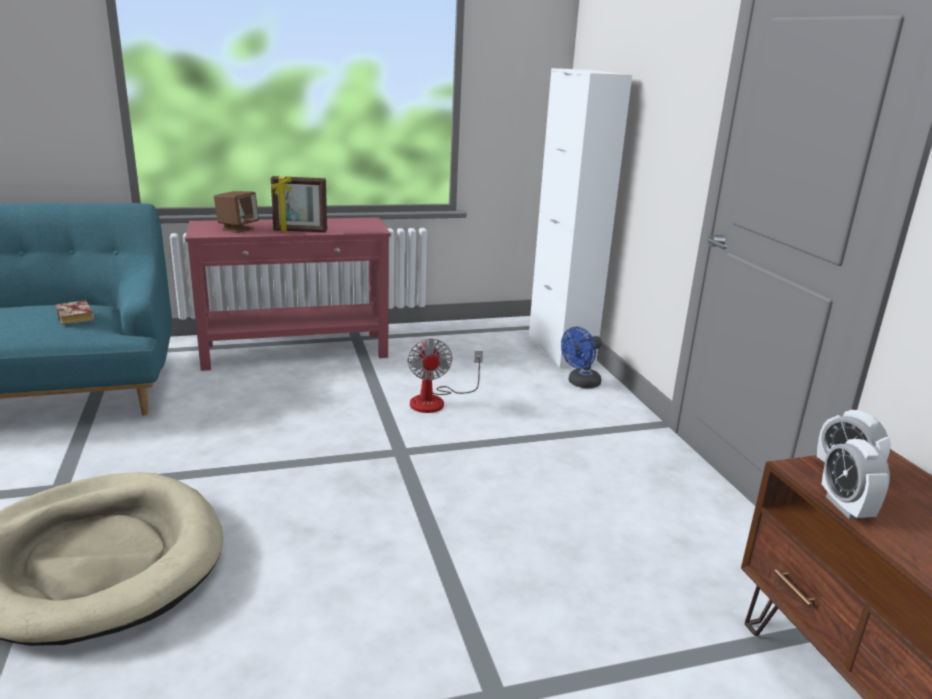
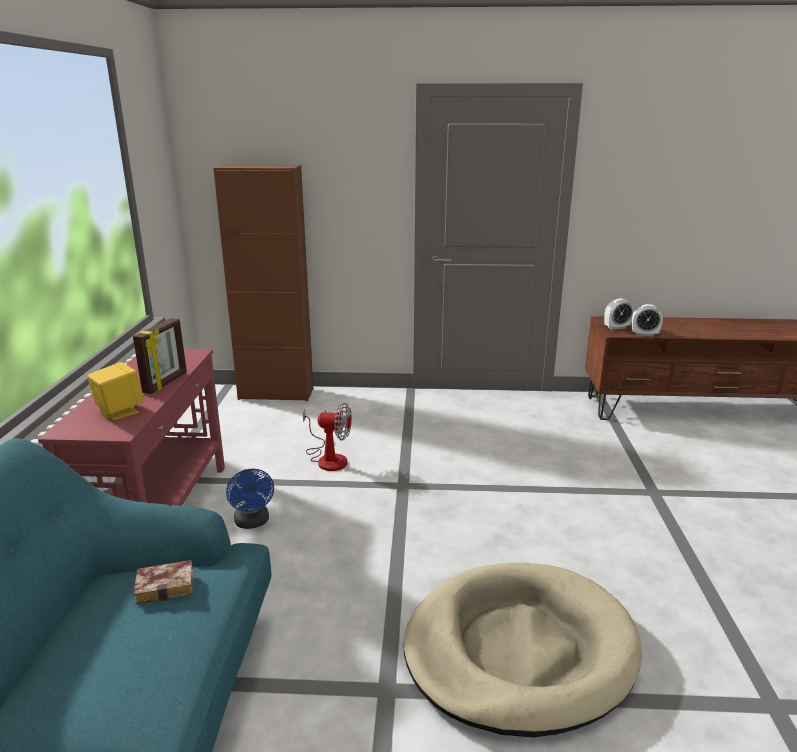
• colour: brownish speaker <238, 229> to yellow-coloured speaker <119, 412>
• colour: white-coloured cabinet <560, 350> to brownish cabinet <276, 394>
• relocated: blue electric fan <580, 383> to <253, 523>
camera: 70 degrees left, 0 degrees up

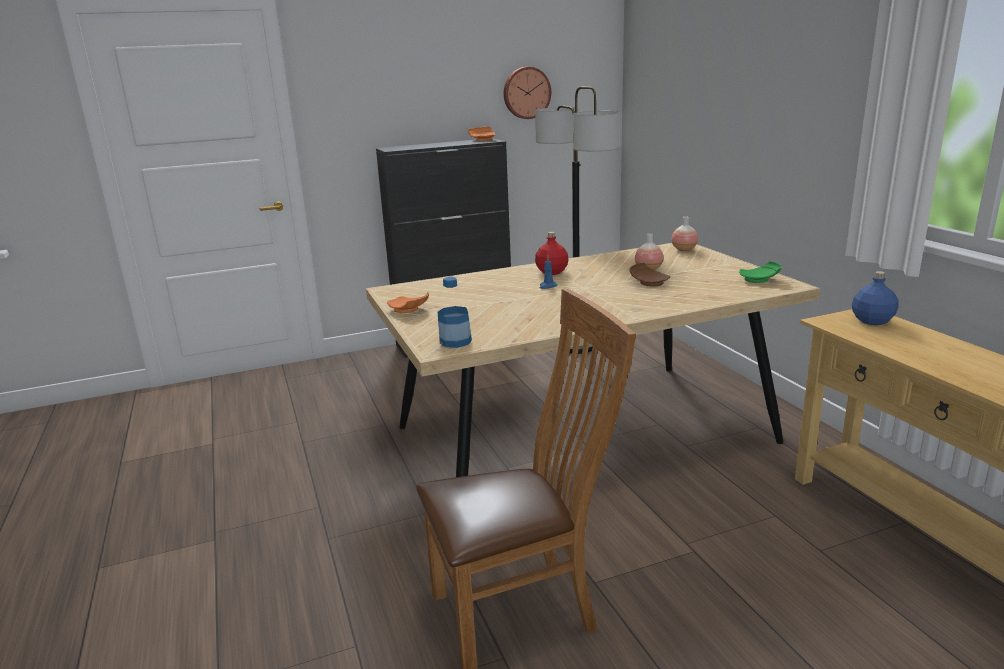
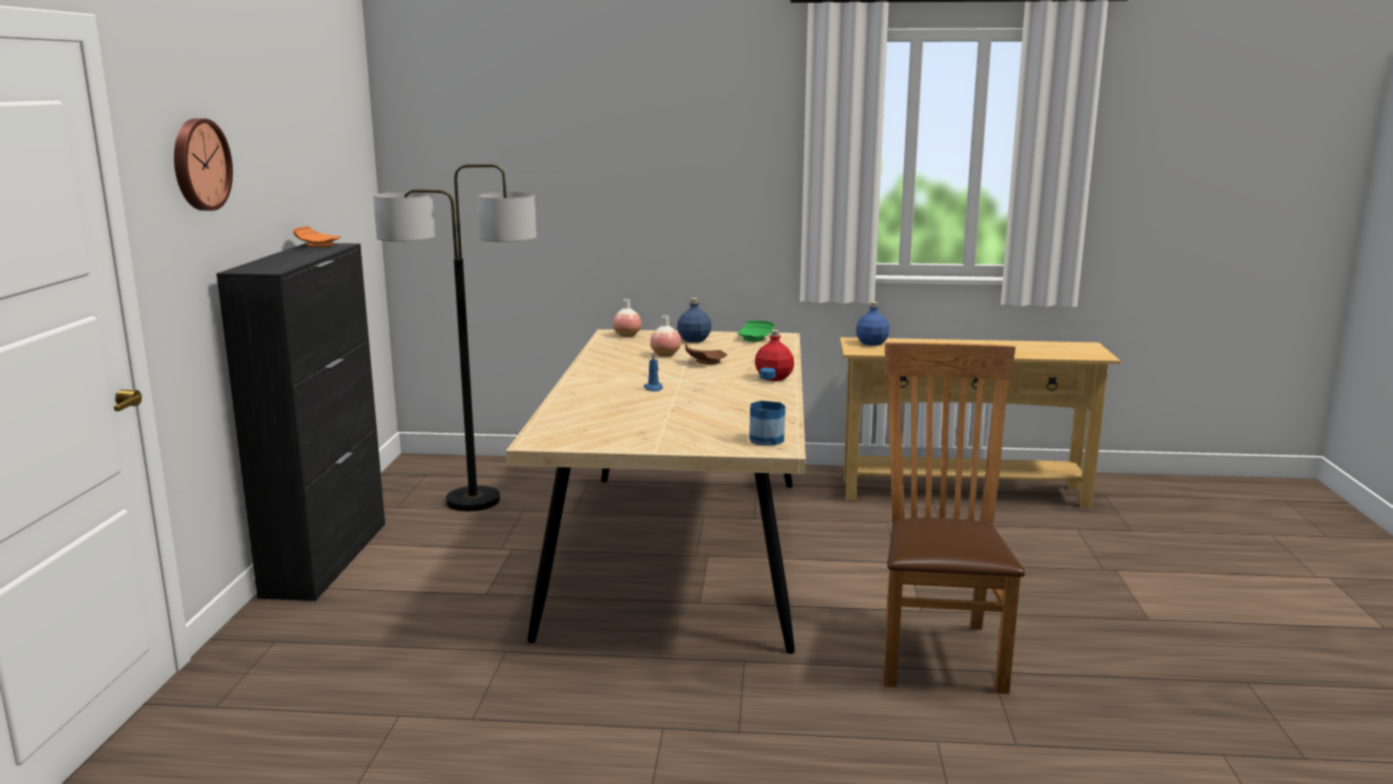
• missing: orangey plate <408, 310>
• relocated: wall clock <526, 93> to <199, 164>
• relocated: reddish drink bottle <552, 272> to <774, 378>
• appeared: blue drink bottle <693, 340>
camera: 65 degrees left, 5 degrees down

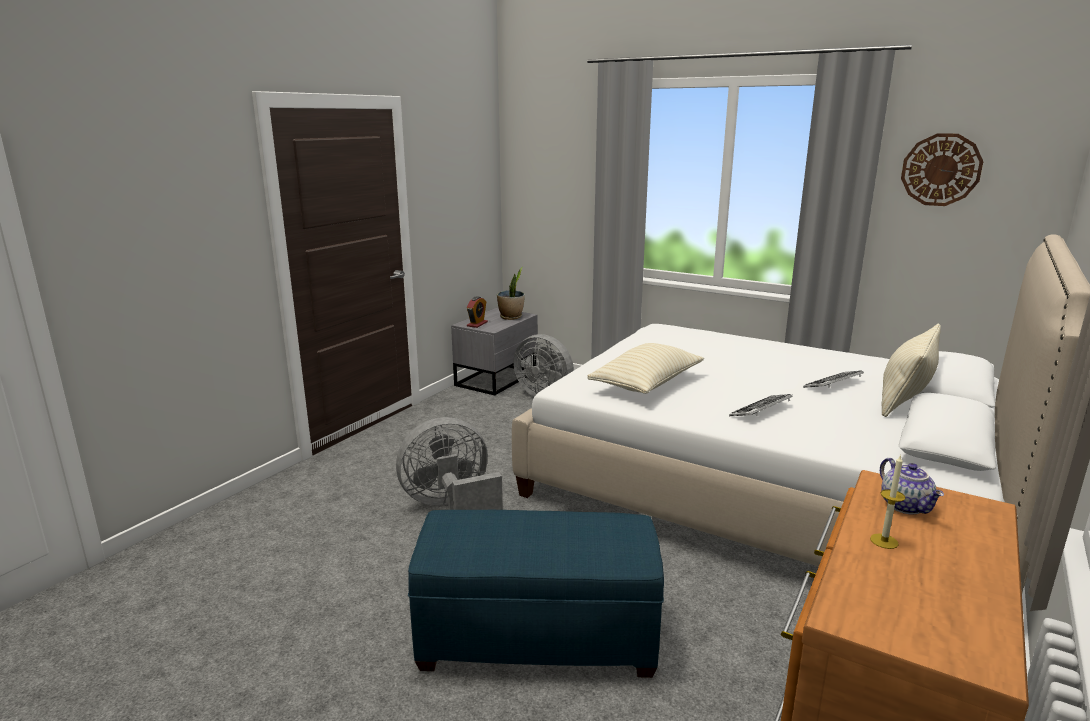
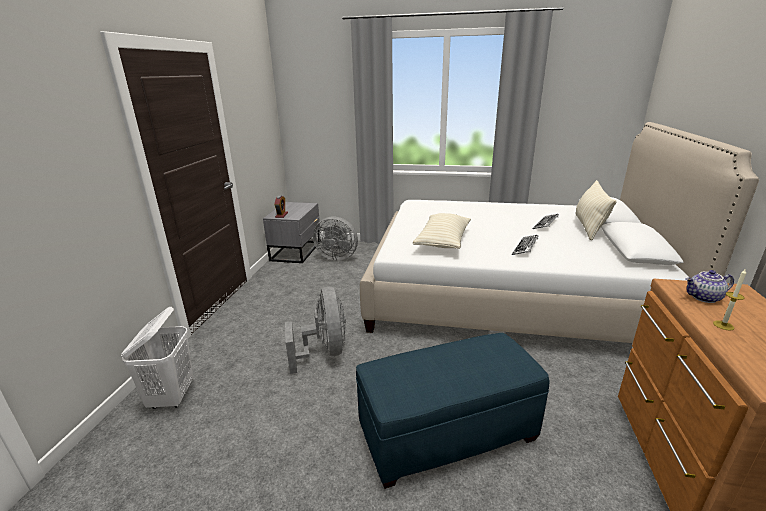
• spun: grey electric fan <451, 507> = <324, 352> 120 degrees clockwise
• missing: potted plant <511, 317>
• spun: tea pot <906, 506> = <704, 298> 120 degrees clockwise
• missing: wall clock <941, 170>
• appeared: white-coloured washing basket <172, 396>
camera: 20 degrees left, 5 degrees up

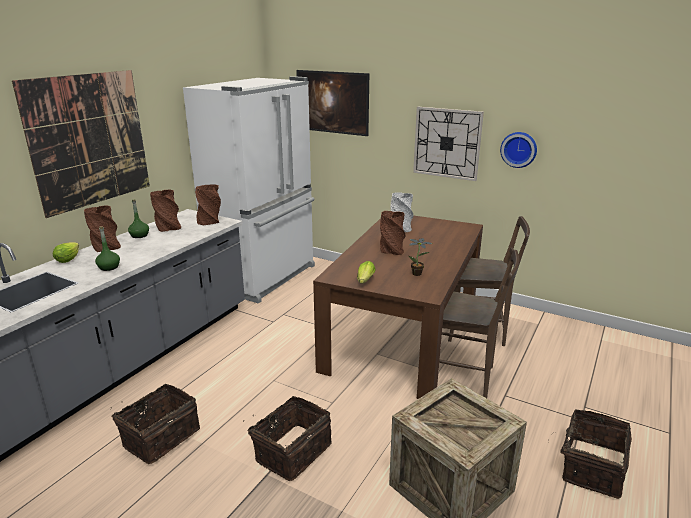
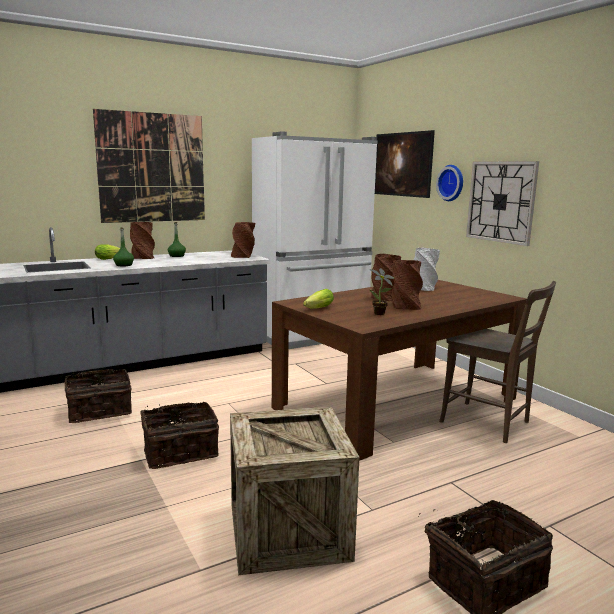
• relocated: brownish flower vase <168, 227> to <405, 306>
• missing: brownish upright chair <463, 377>
• relocated: wall clock <519, 149> to <452, 183>
camera: 30 degrees right, 10 degrees down

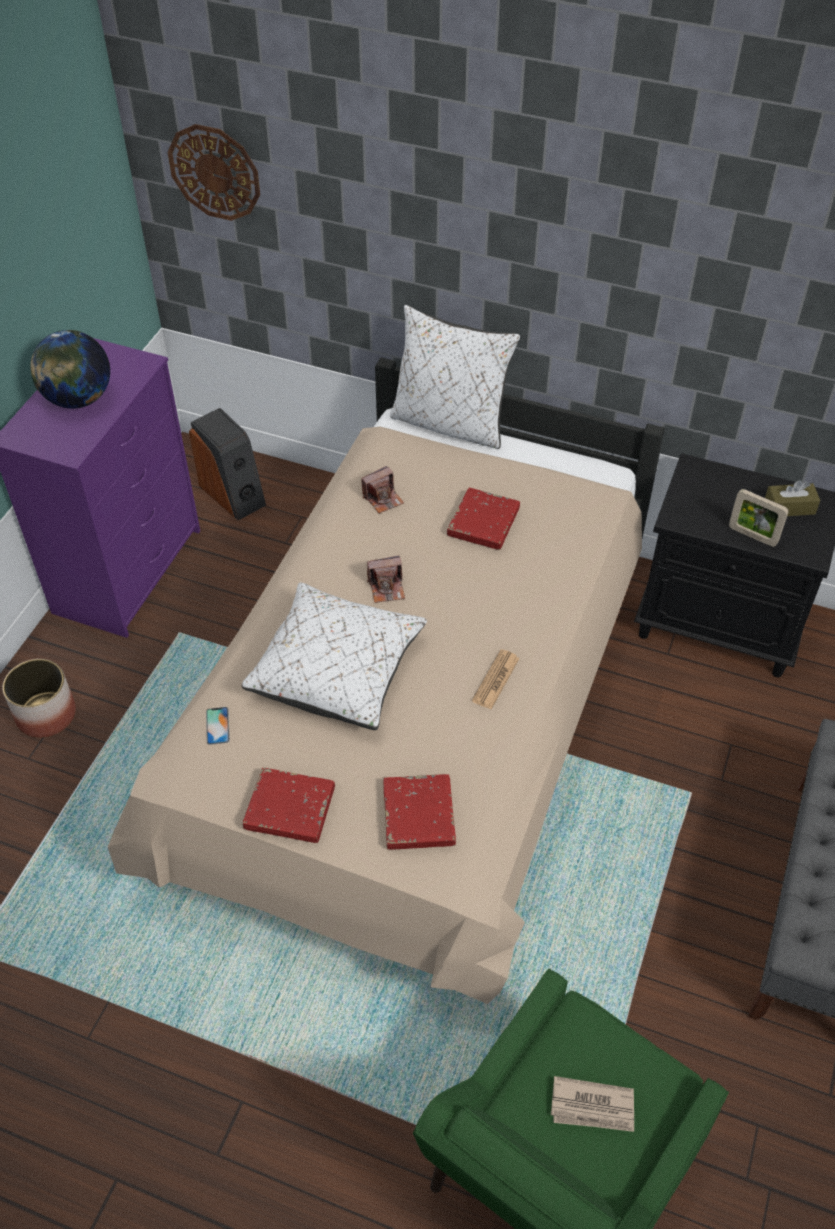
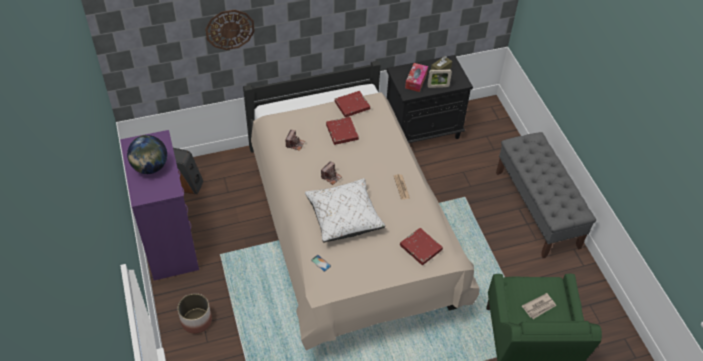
• relocated: wall clock <215, 172> to <230, 29>
• relocated: reddish bound book <290, 808> to <352, 106>
• missing: white-coloured throw pillow <450, 423>
• appeared: tissue box <416, 80>
camera: 40 degrees left, 0 degrees up

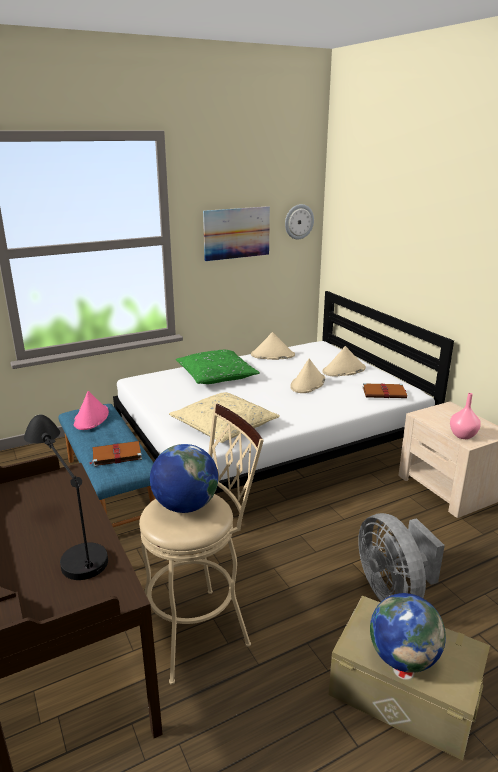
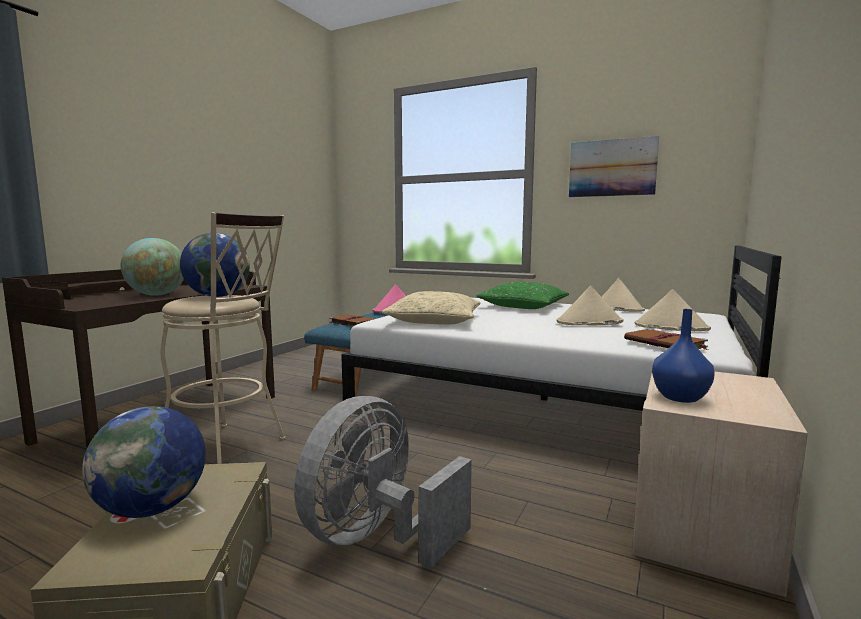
• exchanged: black table lamp <71, 541> to world globe <156, 295>
• missing: wall clock <298, 221>
• colour: pink flower vase <462, 435> to blue flower vase <679, 397>
camera: 55 degrees right, 15 degrees down

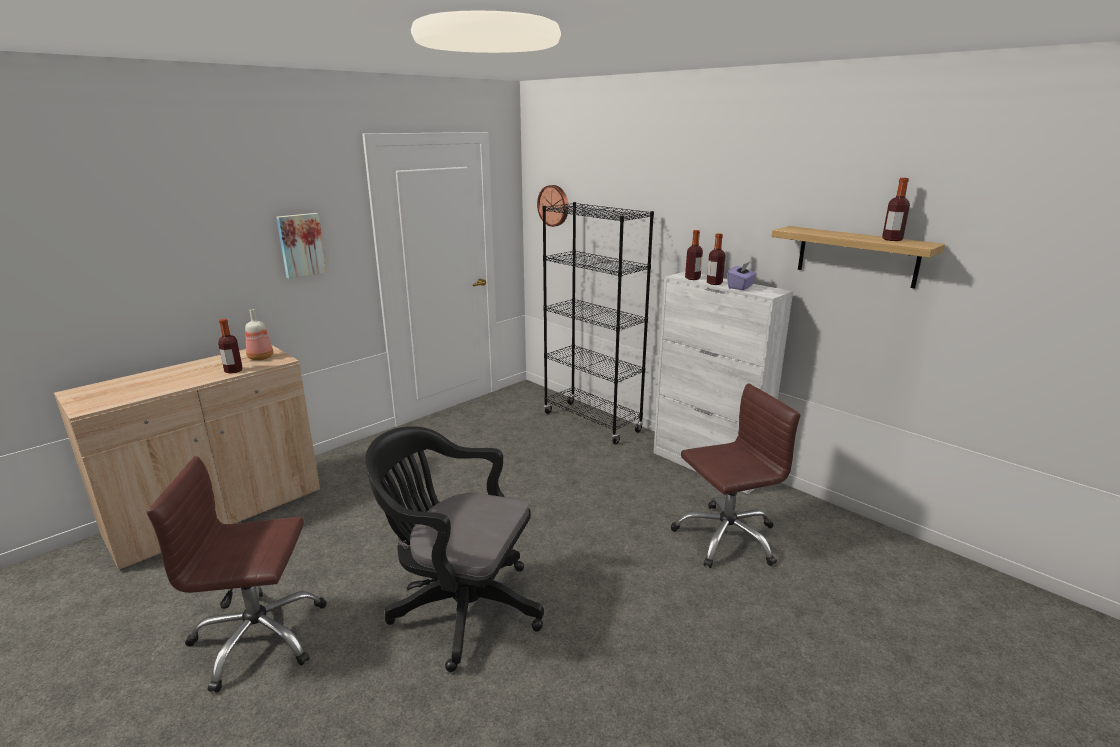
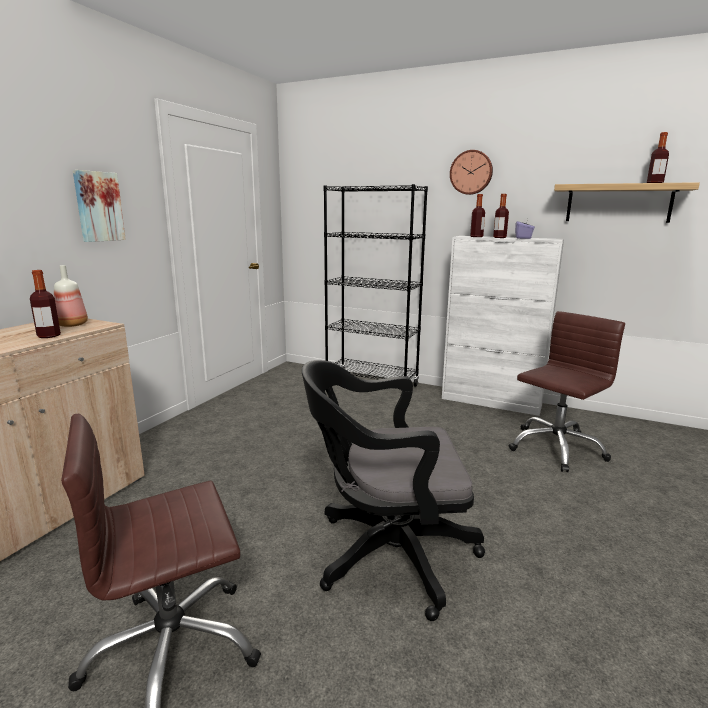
• relocated: wall clock <554, 205> to <471, 172>
camera: 20 degrees left, 5 degrees down

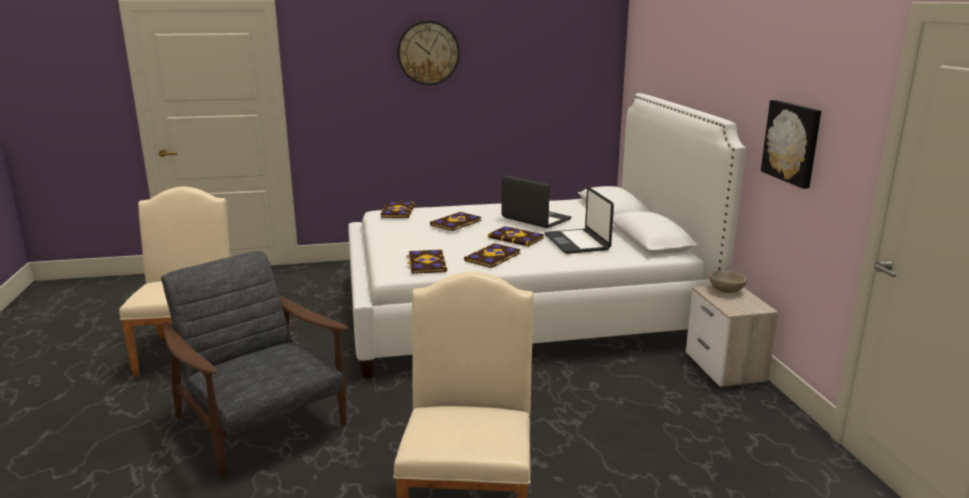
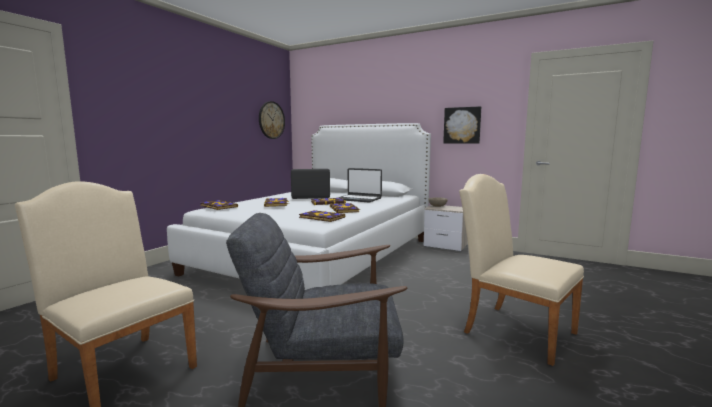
• relocated: wall clock <428, 53> to <271, 120>
camera: 50 degrees left, 10 degrees down

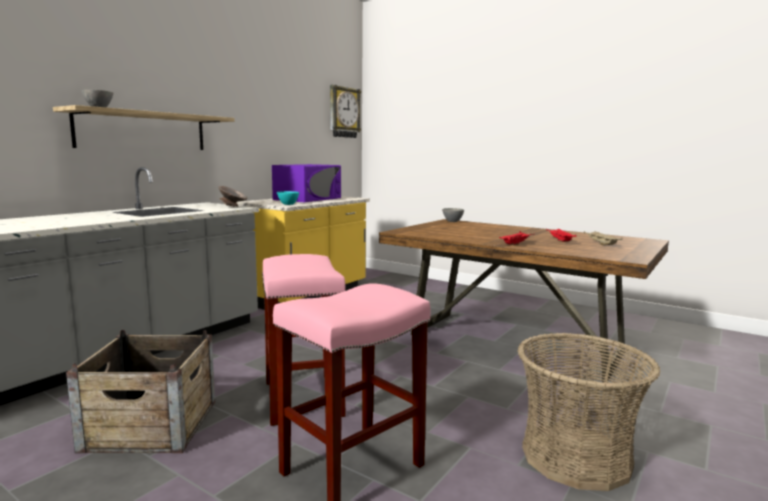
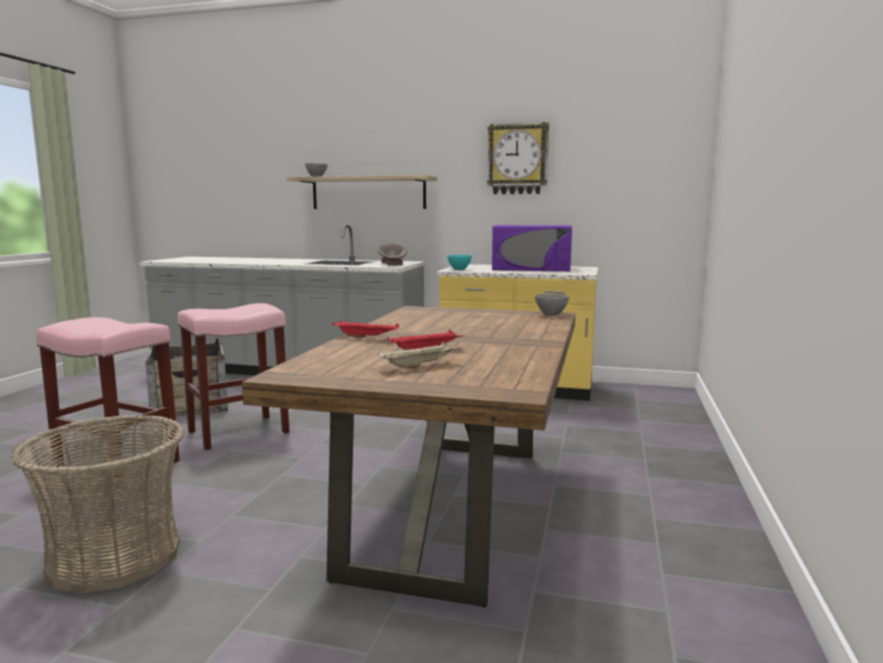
• relocated: wall clock <343, 112> to <518, 159>
camera: 70 degrees right, 0 degrees up

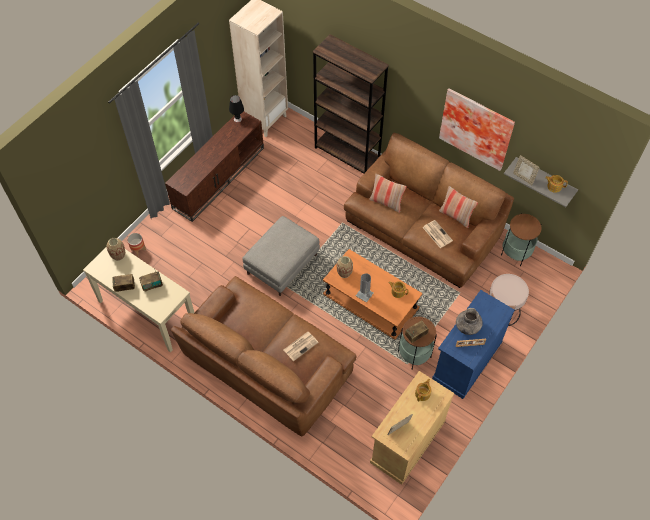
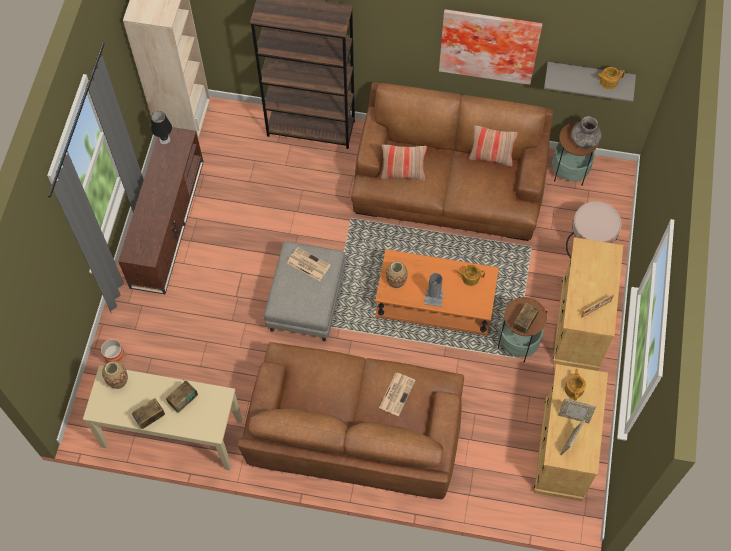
• relocated: printed paper <437, 234> to <308, 264>
• colour: blue cabinet <466, 360> to beige-coloured cabinet <579, 324>
• relocated: grey flower vase <467, 326> to <584, 140>
• relocated: photo frame <523, 178> to <574, 417>
camera: 25 degrees left, 5 degrees up

